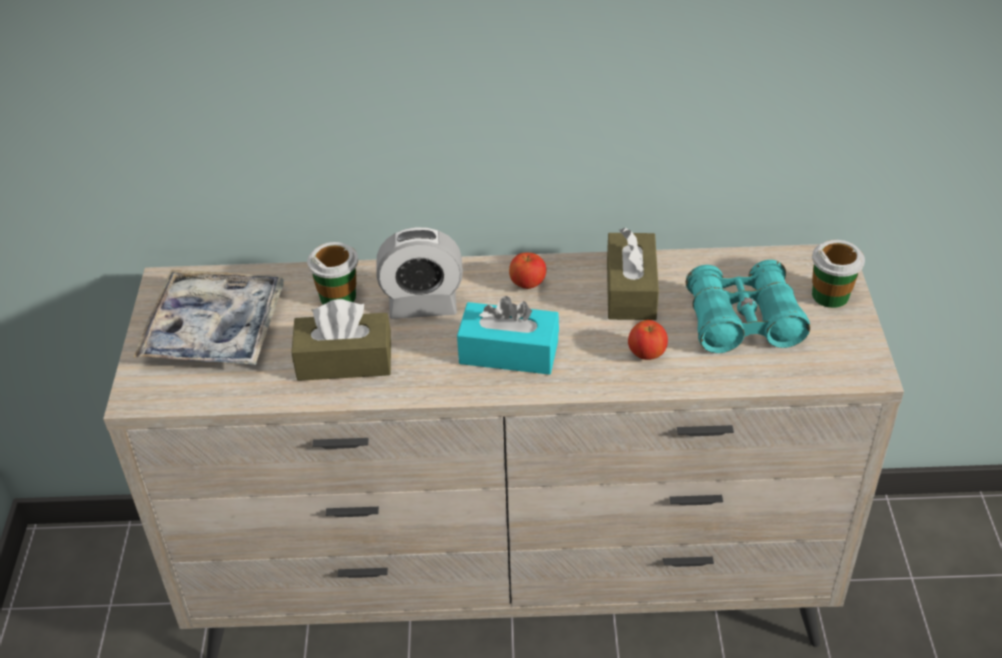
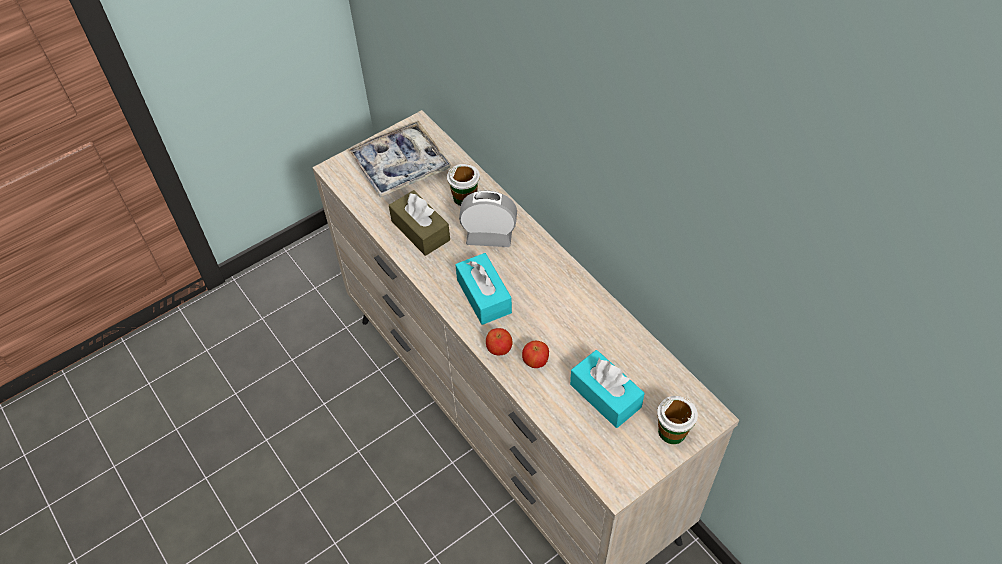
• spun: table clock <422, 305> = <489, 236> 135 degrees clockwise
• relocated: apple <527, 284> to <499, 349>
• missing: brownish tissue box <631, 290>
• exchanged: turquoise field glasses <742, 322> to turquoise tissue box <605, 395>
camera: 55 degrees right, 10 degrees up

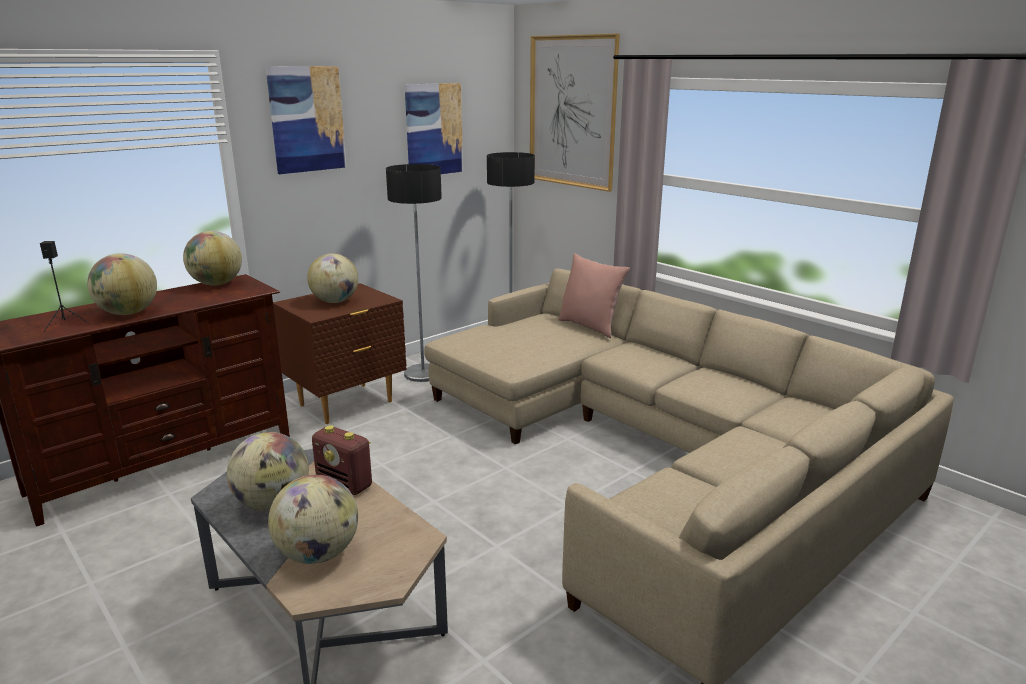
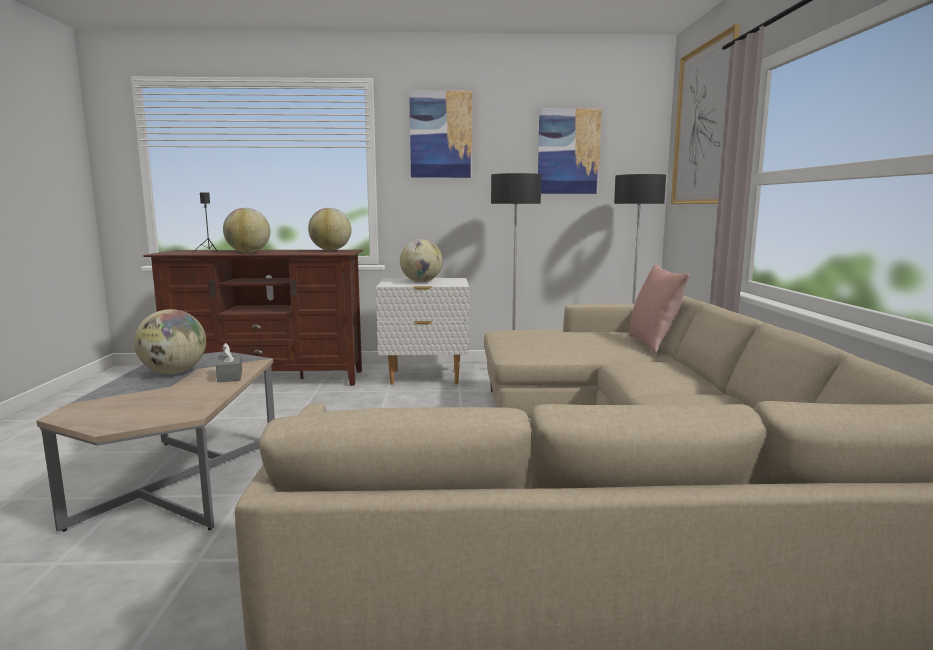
• missing: world globe <318, 554>
• colour: brownish nightstand <347, 404> to white-coloured nightstand <425, 377>
• exchanged: radio receiver <345, 484> to grey tissue box <230, 376>
camera: 40 degrees right, 10 degrees down

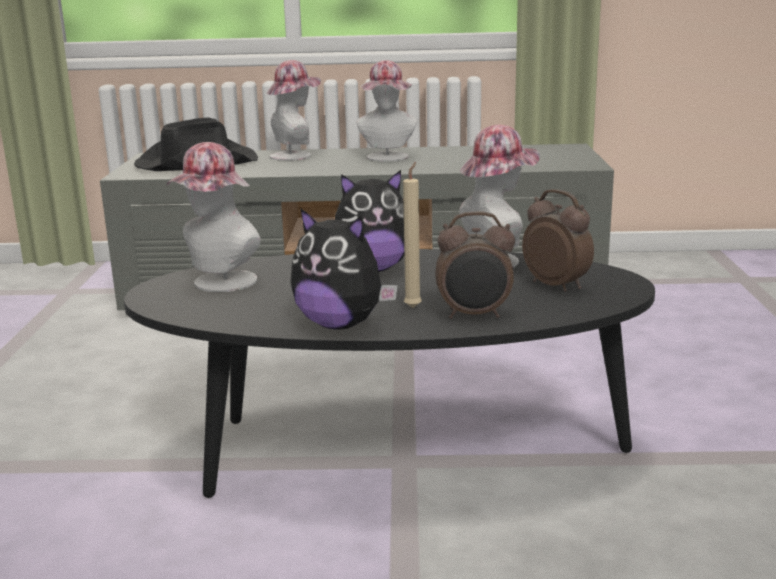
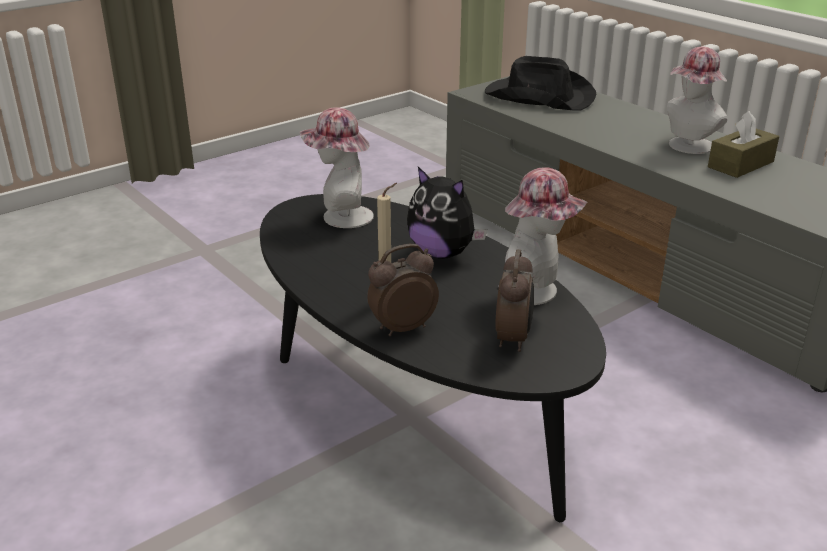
• missing: hat <296, 155>
• missing: soft toy <341, 324>
• spun: table clock <474, 315> = <402, 328> 105 degrees clockwise
• appeared: brownish tissue box <740, 164>
camera: 50 degrees right, 10 degrees up

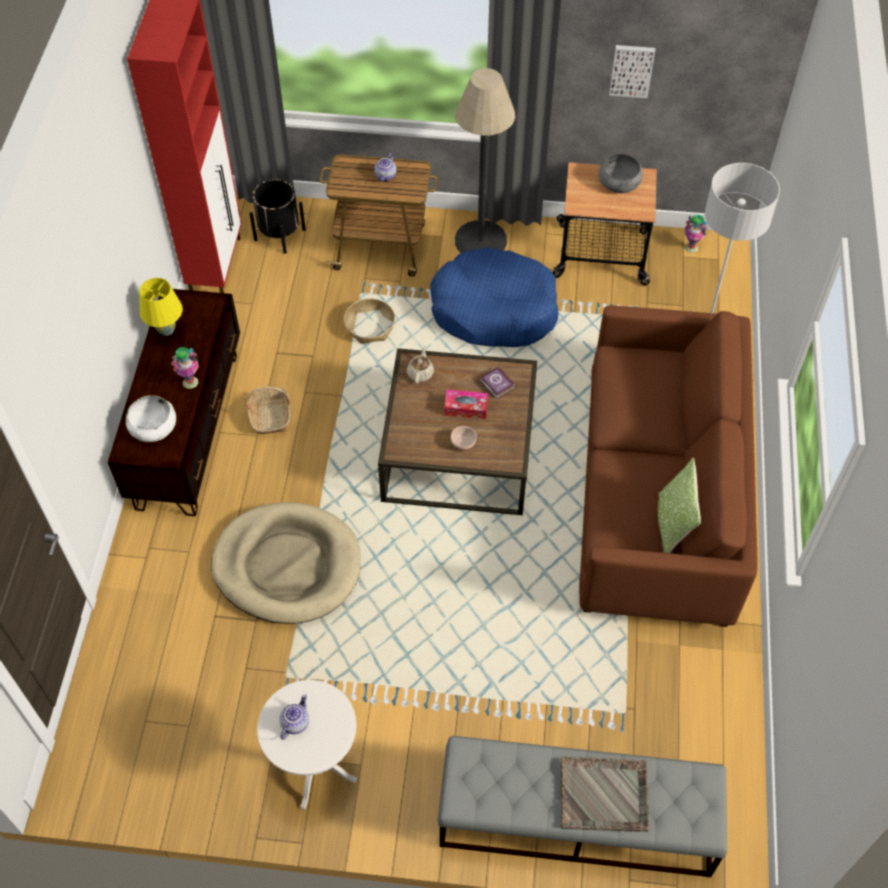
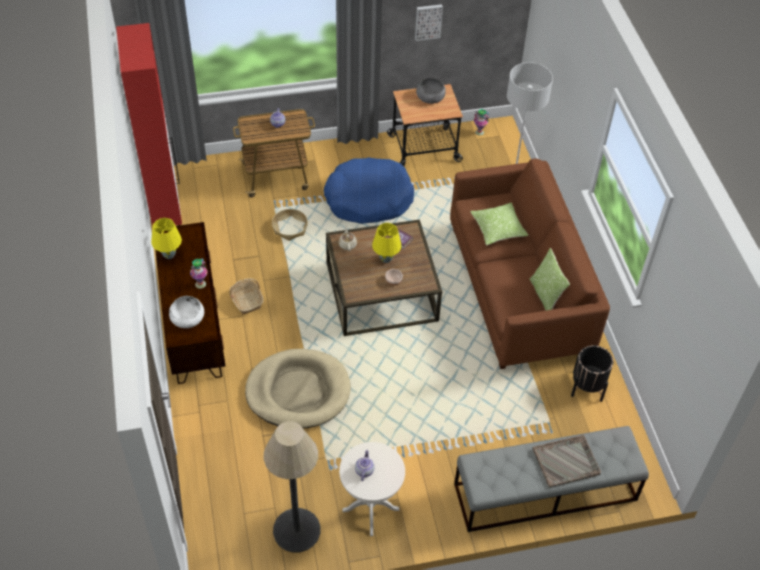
• relocated: black flower pot <279, 235> to <587, 386>
• exchanged: tissue box <466, 408> to yellow-coloured table lamp <386, 259>
• relocated: standard lamp <480, 241> to <296, 530>
• appeared: throw pillow <498, 229>
camera: 20 degrees left, 5 degrees down

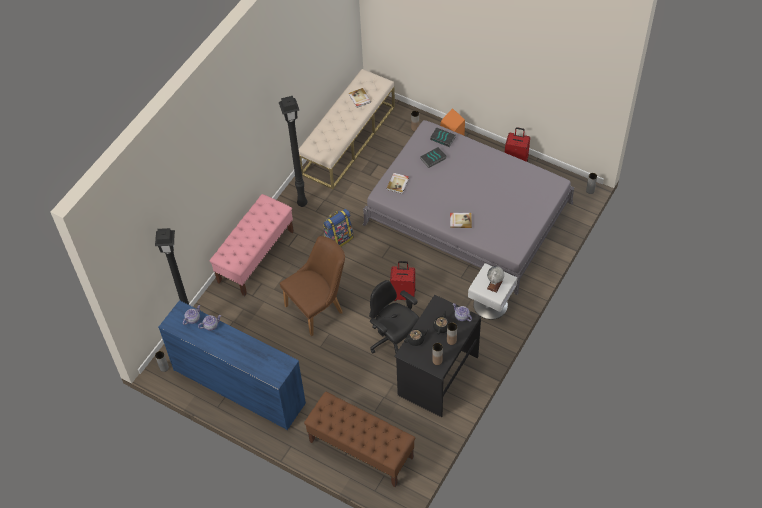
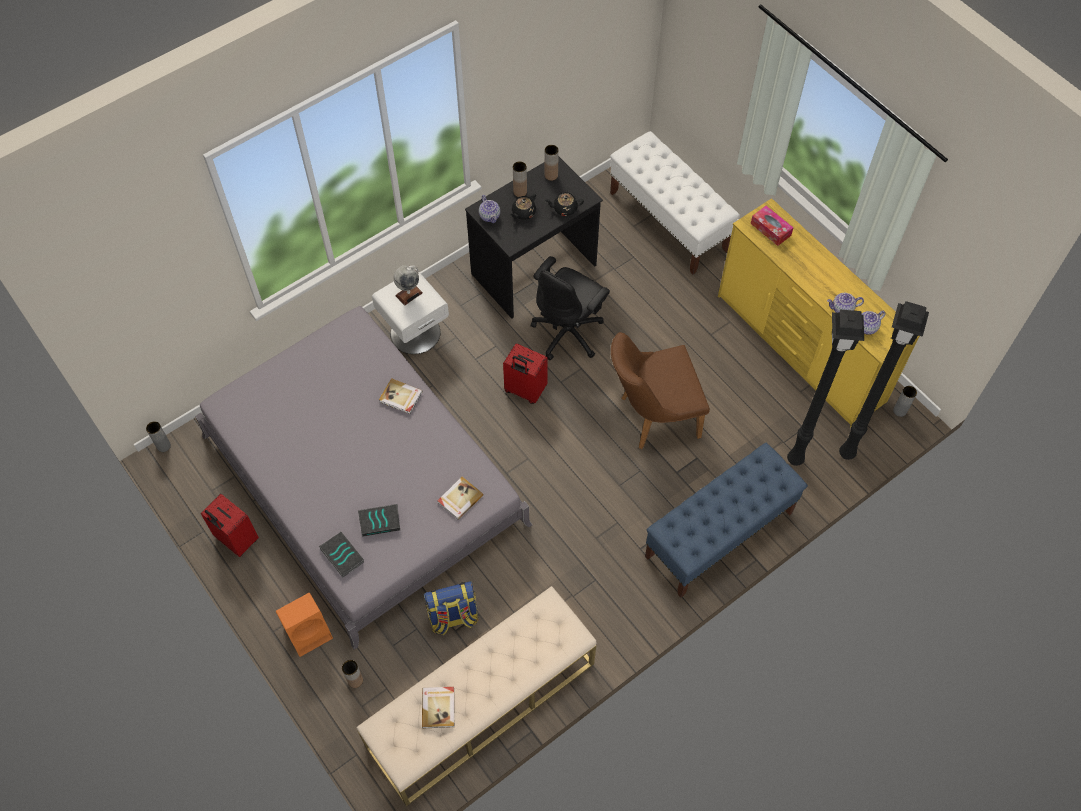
• colour: blue drawer chest <239, 386> to yellow-coloured drawer chest <799, 349>
• colour: pink indoor bench <256, 256> to blue indoor bench <718, 535>
• relocated: black standard lamp <303, 204> to <794, 458>
• colour: brownish indoor bench <361, 449> to white-coloured indoor bench <669, 221>
• relocated: knapsack <338, 239> to <453, 617>
• spun: black office chair <394, 341> = <569, 332> 60 degrees clockwise
• appeared: tissue box <770, 229>
camera: 160 degrees left, 5 degrees up

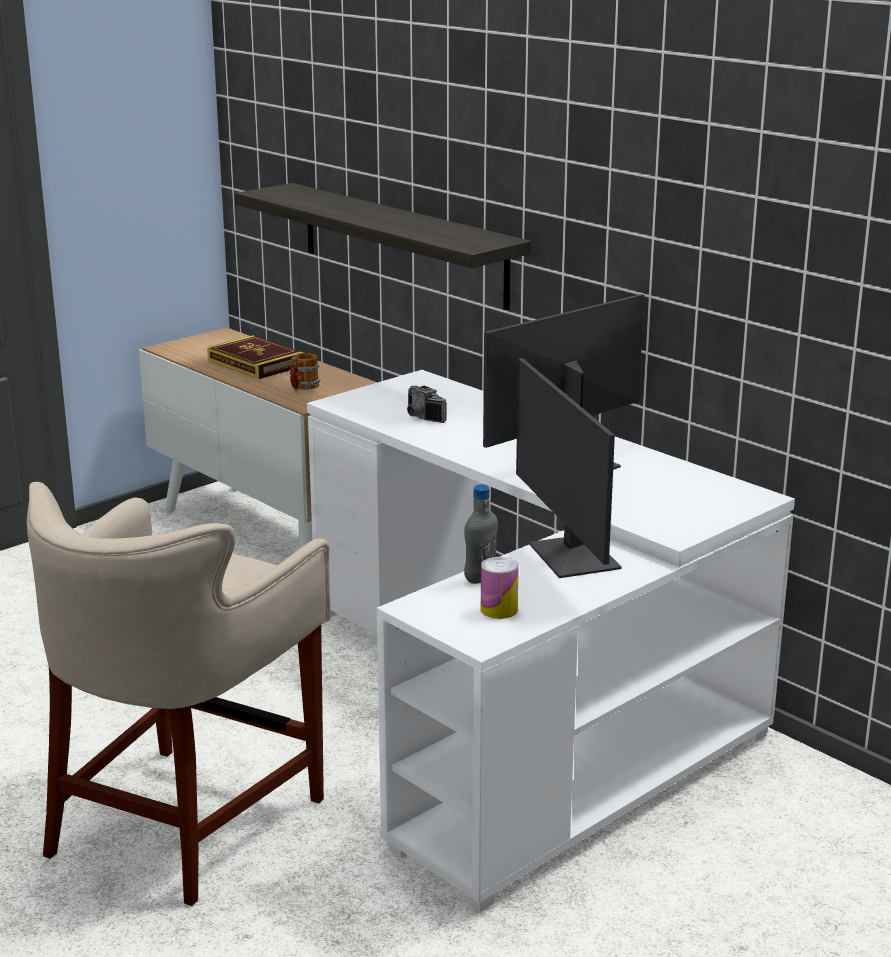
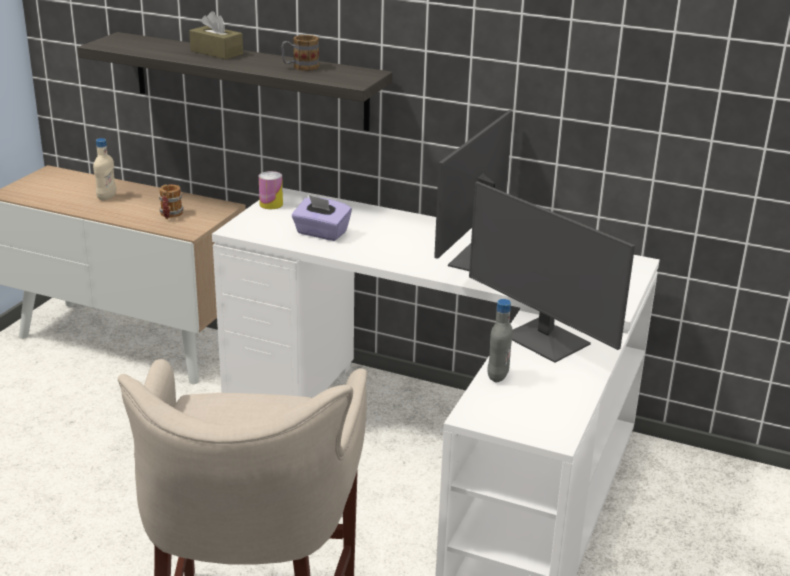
• exchanged: bound book <256, 363> to beige-coloured drink bottle <106, 197>
• exchanged: photo camera <420, 418> to purple tissue box <321, 233>
• relocated: metal can <499, 609> to <271, 204>
• appeared: brownish tissue box <216, 52>
• appeared: tea mug <300, 67>
camera: 25 degrees left, 5 degrees up

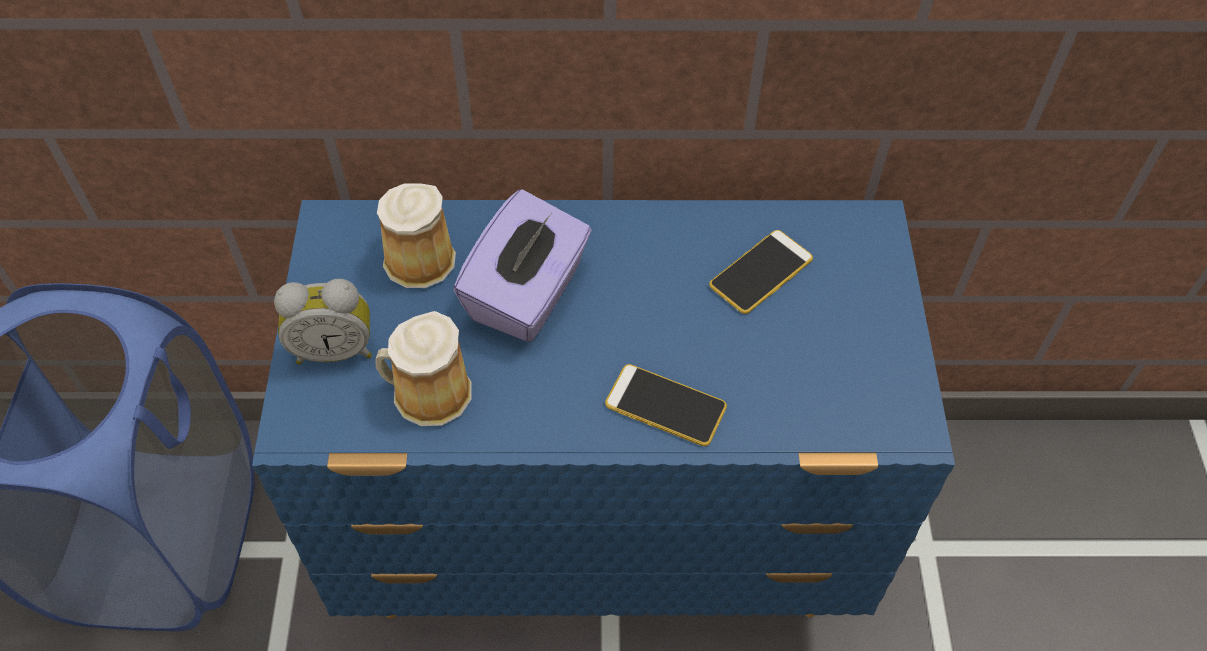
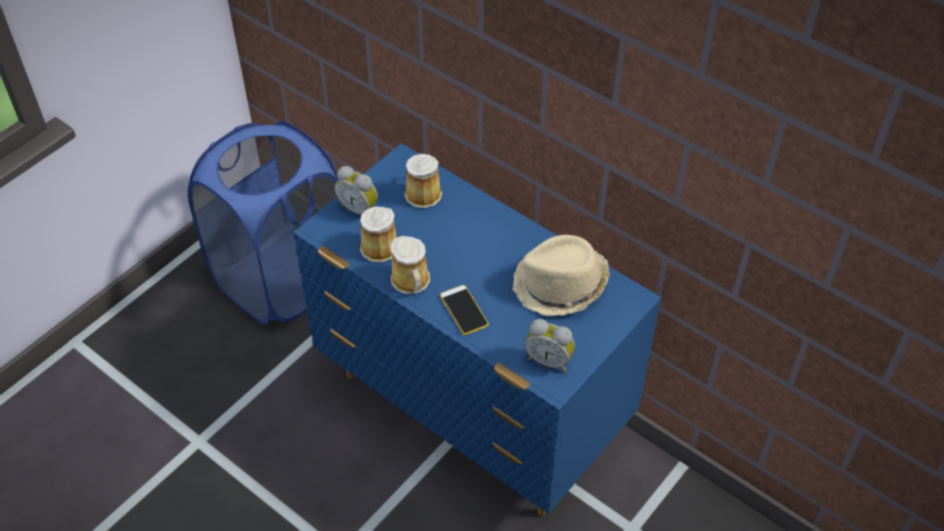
• missing: purple tissue box <528, 294>
• exchanged: phone <761, 272> to beige-coloured hat <560, 286>
• appeared: tea mug <411, 282>
• appeared: table clock <549, 360>
camera: 40 degrees right, 5 degrees down

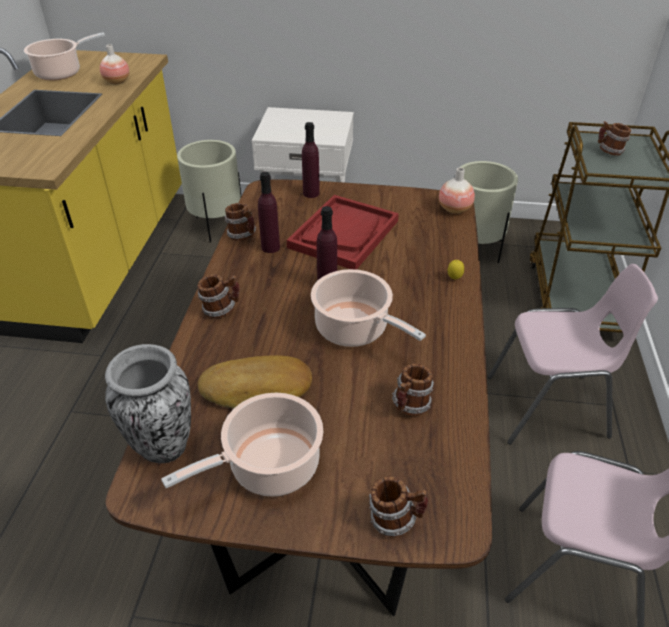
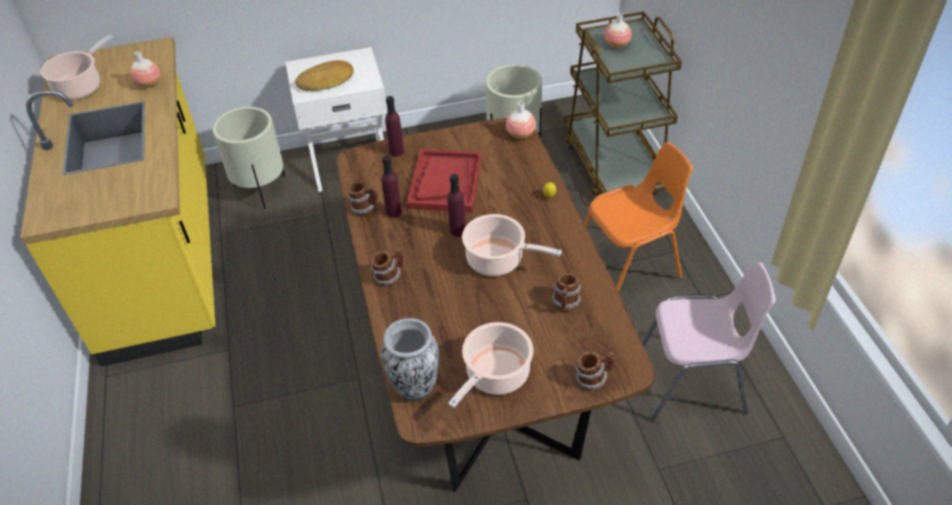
• relocated: baked bread <257, 389> to <326, 81>
• colour: pink upright chair <548, 408> to orangey upright chair <628, 269>
• exchanged: tea mug <609, 152> to flower vase <616, 44>
camera: 20 degrees left, 5 degrees up

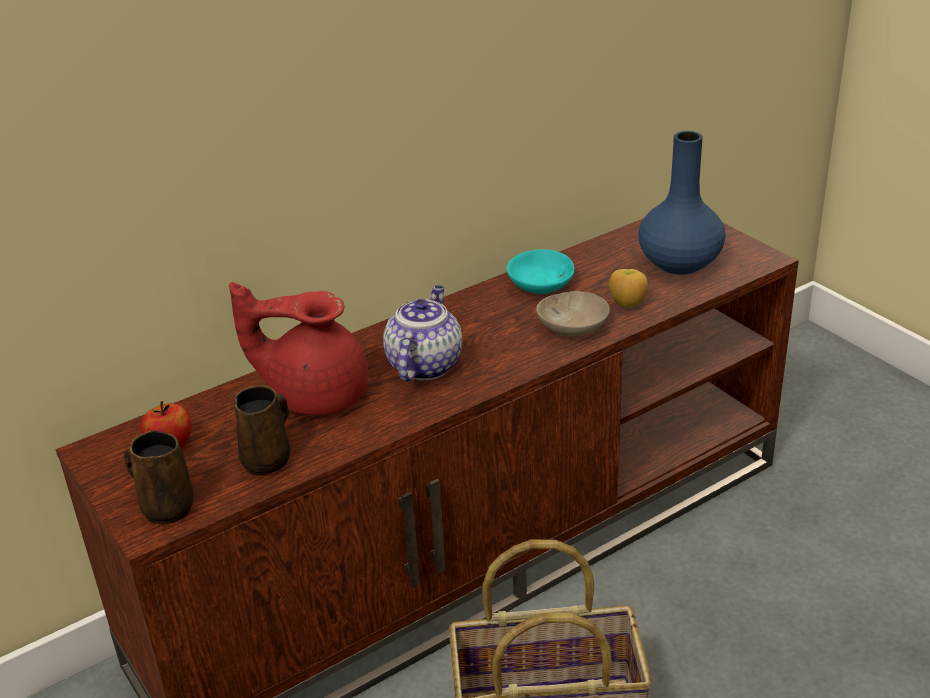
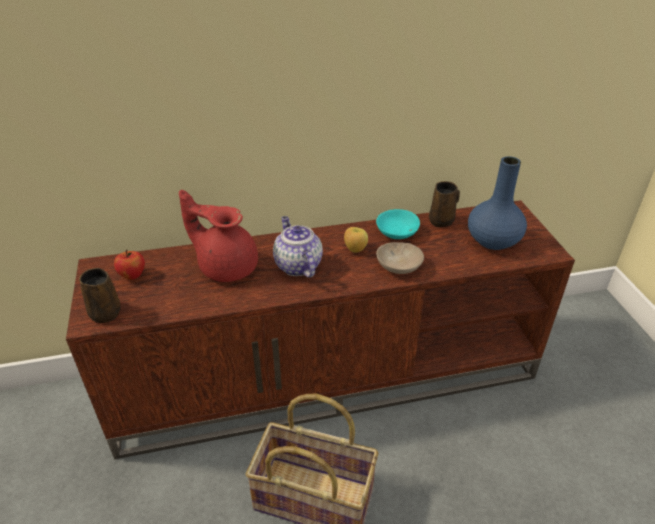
• relocated: brownish tea mug <268, 460> to <442, 221>
• spun: tea pot <424, 364> = <297, 265> 60 degrees counterclockwise
• relocated: apple <627, 304> to <355, 249>
camera: 20 degrees right, 5 degrees up

